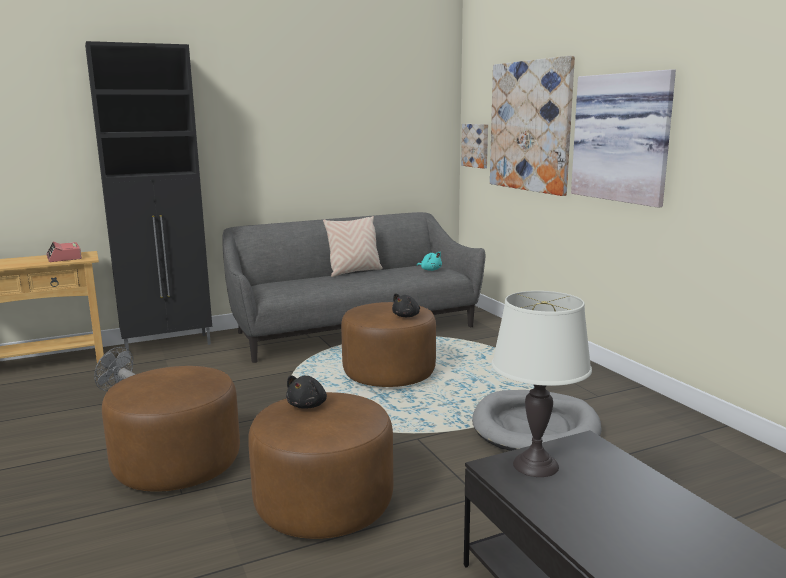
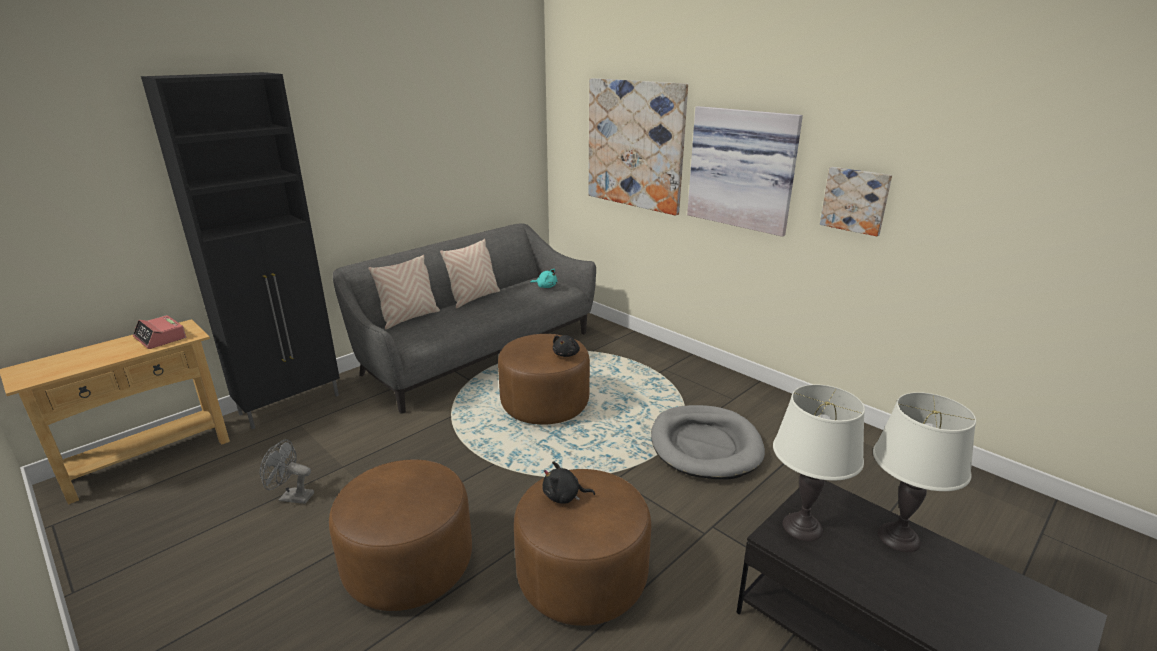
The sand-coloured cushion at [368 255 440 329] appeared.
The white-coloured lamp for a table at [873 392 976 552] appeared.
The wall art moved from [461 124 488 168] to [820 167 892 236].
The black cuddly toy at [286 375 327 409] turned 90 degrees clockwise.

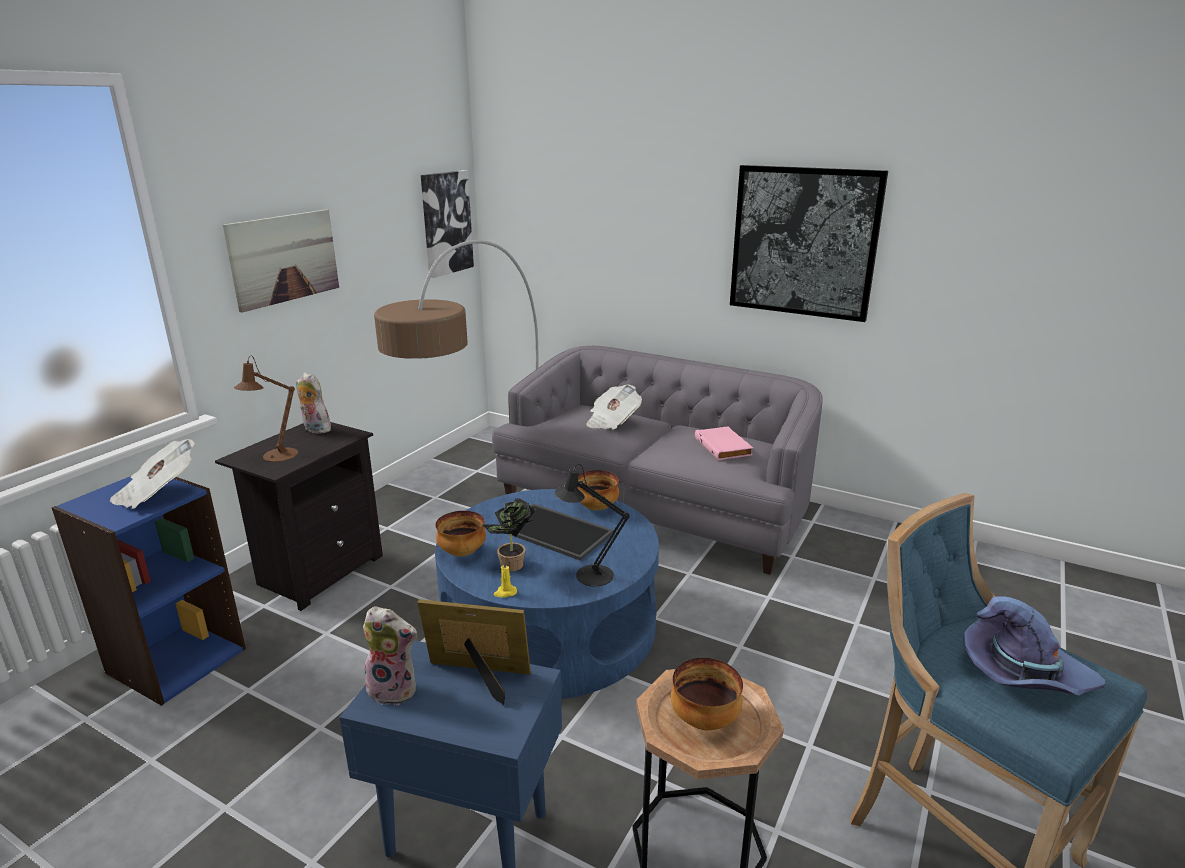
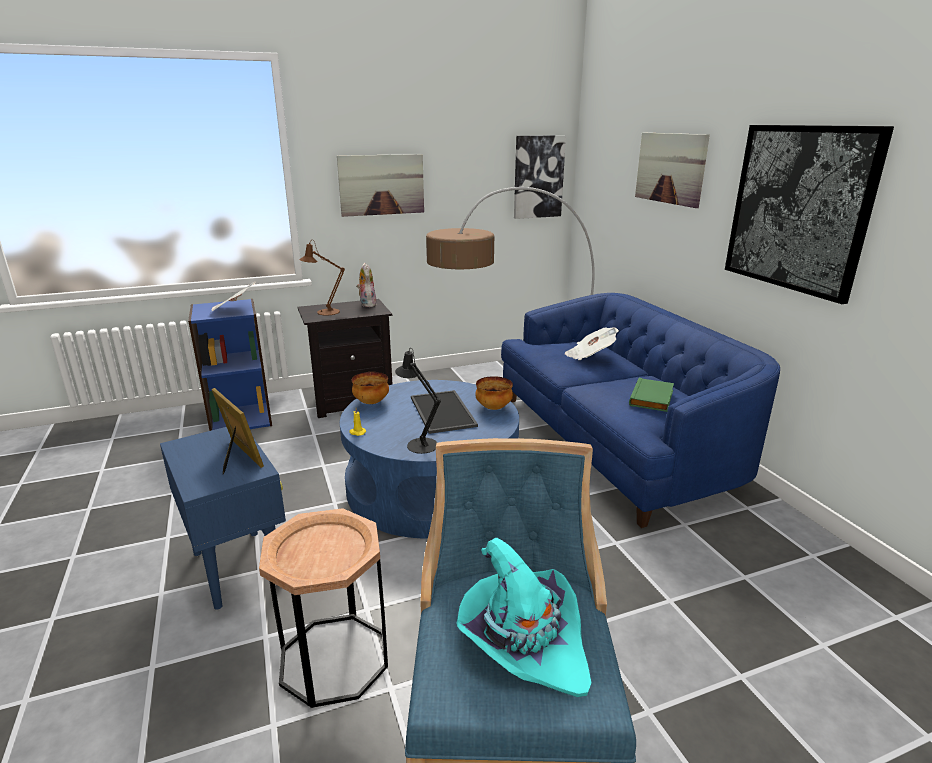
The cuddly toy at [363 606 417 705] disappeared.
The potted plant at [482 498 536 572] disappeared.
The bowl at [671 658 743 730] disappeared.
The wall art at [635 132 710 208] appeared.
The grey couch at [492 346 822 575] became the blue couch at [501 293 780 528].
The pink-coloured book at [695 426 753 460] became the green book at [629 378 674 412].
The purplish clothing hat at [963 596 1105 696] became the turquoise clothing hat at [456 538 591 697].

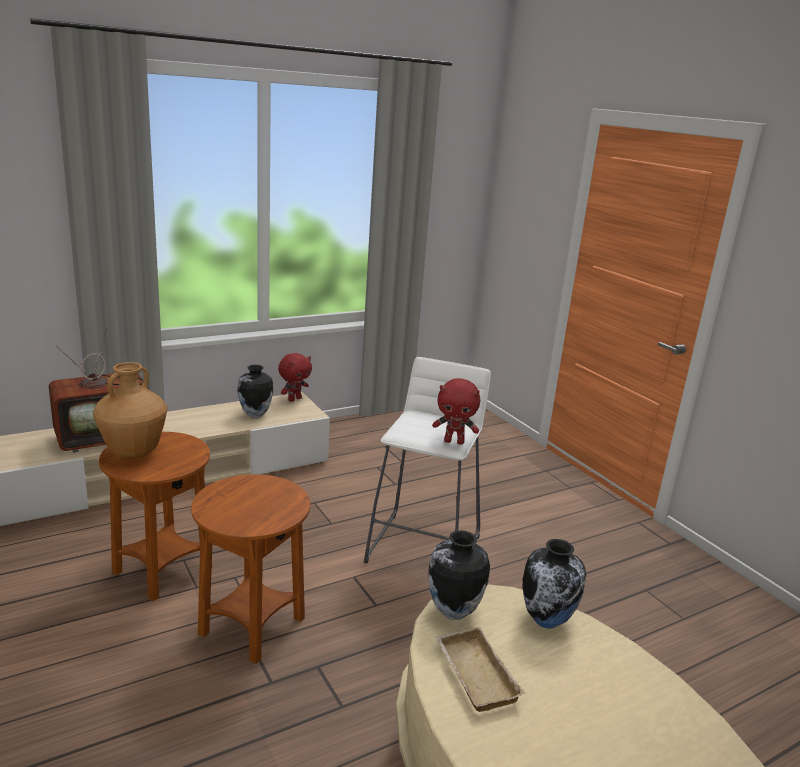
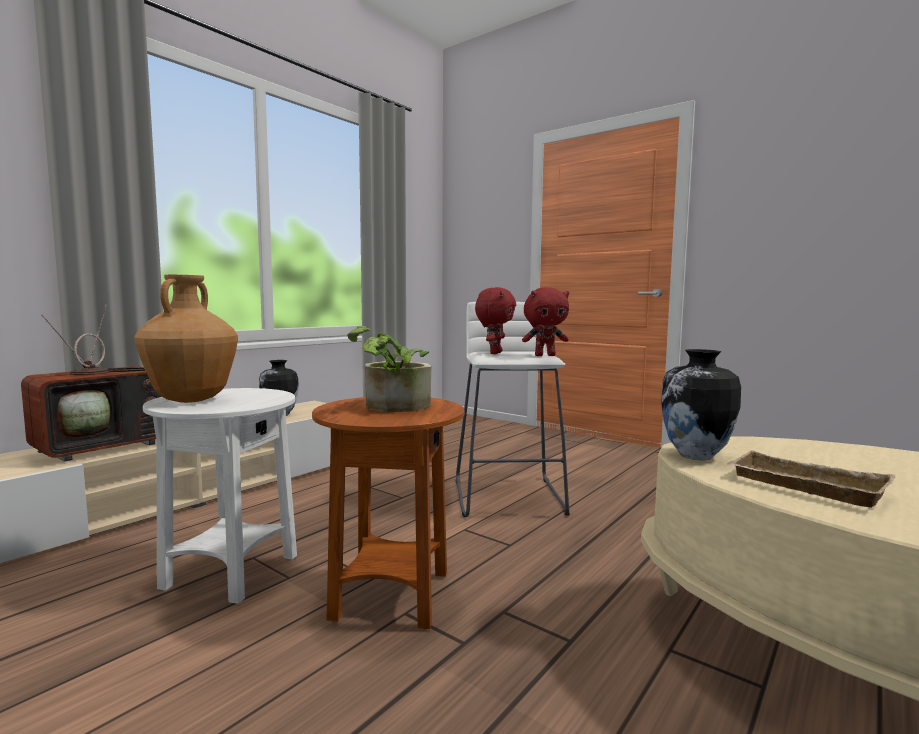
The flower vase at [523 539 586 629] disappeared.
The potted plant at [347 326 432 412] appeared.
The red cuddly toy moved from [278 353 312 402] to [475 287 516 354].
The brown end table at [99 432 210 601] became the white-coloured end table at [143 388 297 604].

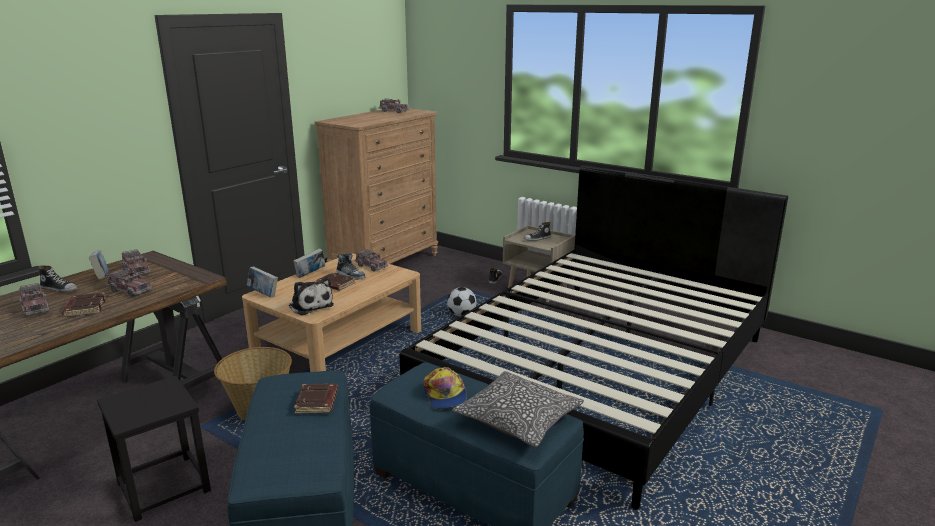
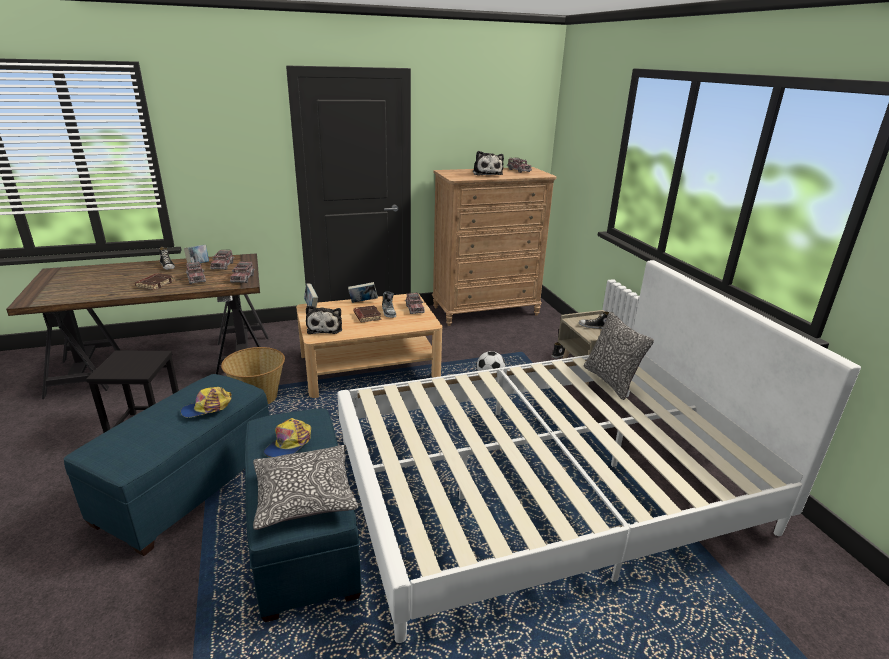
The cuddly toy at [473 151 504 176] appeared.
The cushion at [583 312 654 400] appeared.
The toy truck moved from [19 283 49 317] to [230 261 255 283].
The brown book at [294 384 338 414] was replaced by the peaked cap at [181 387 232 417].
The black bedroom bed at [399 165 788 510] became the white-coloured bedroom bed at [337 260 861 643].

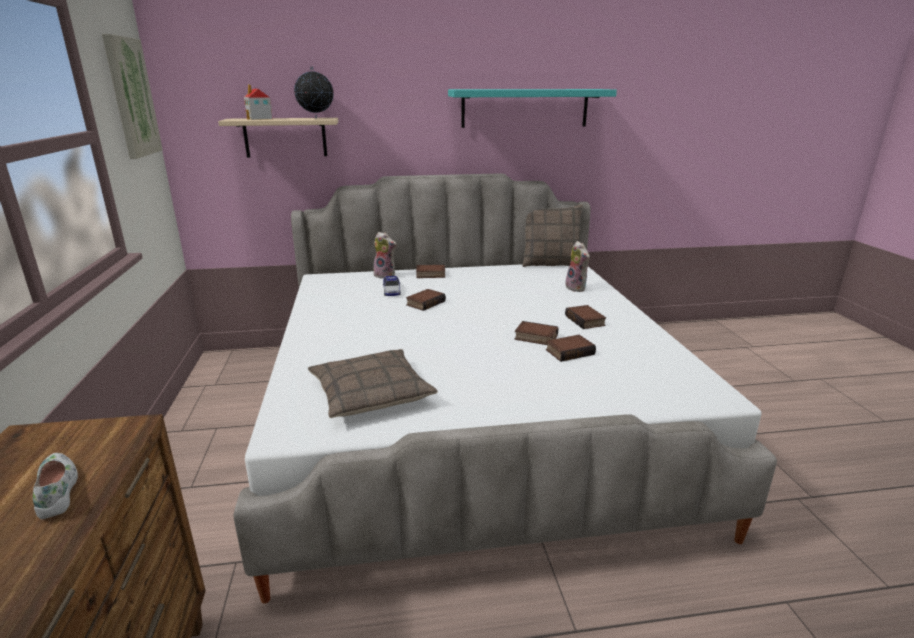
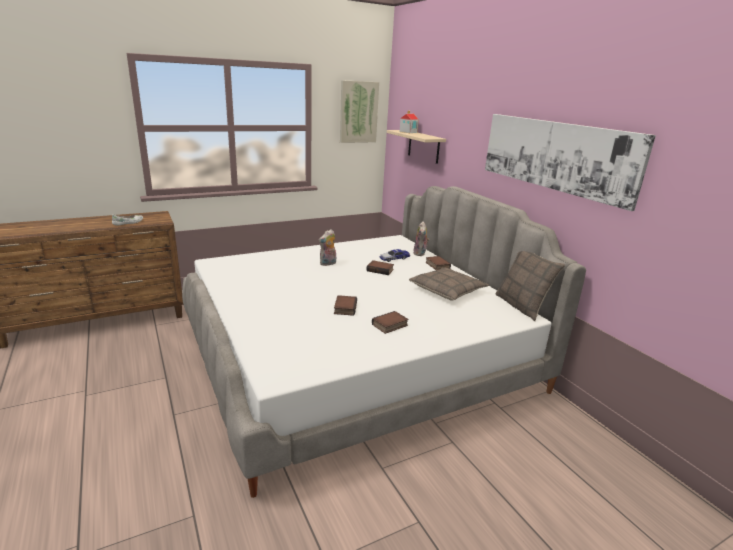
The globe at [294 66 334 119] disappeared.
The book at [546 335 596 362] disappeared.
The cushion moved from [308 349 438 418] to [409 267 489 301].
The cuddly toy moved from [565 241 590 292] to [319 229 336 266].
The turquoise wall shelf at [448 89 617 128] was replaced by the wall art at [485 114 656 211].

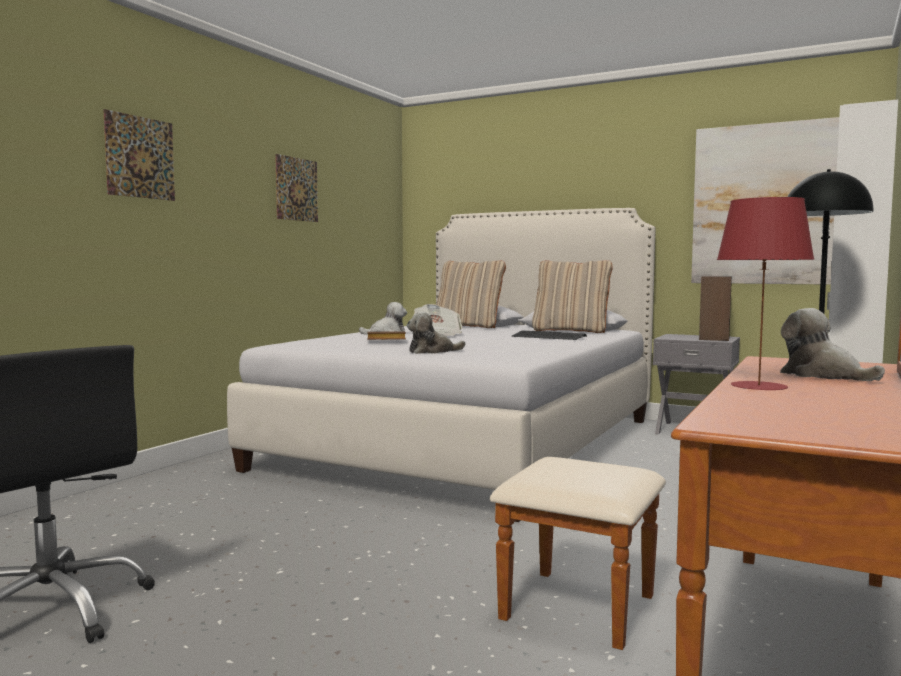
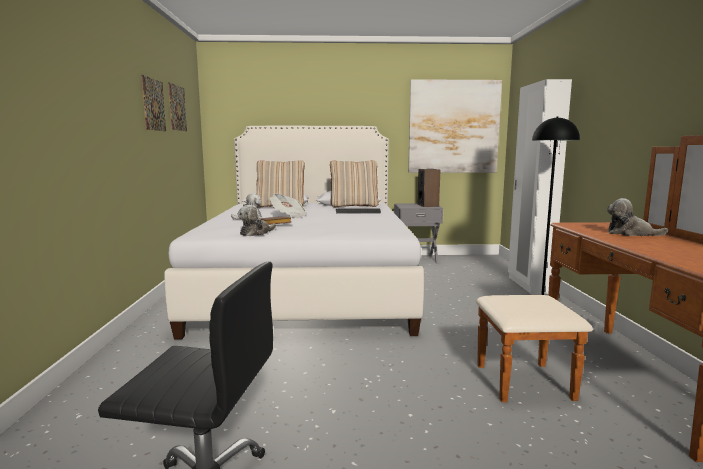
The red lamp for a table at [717 197 815 390] disappeared.
The wall art moved from [103 109 175 201] to [168 82 187 131].
The cuddly toy moved from [406 312 466 354] to [239 205 276 236].

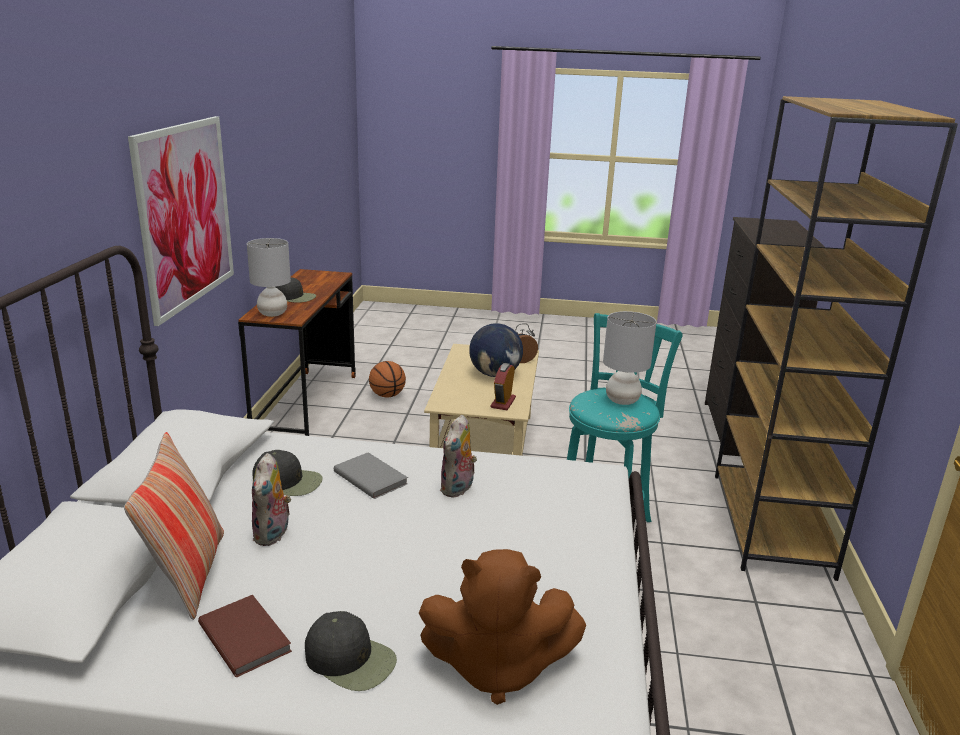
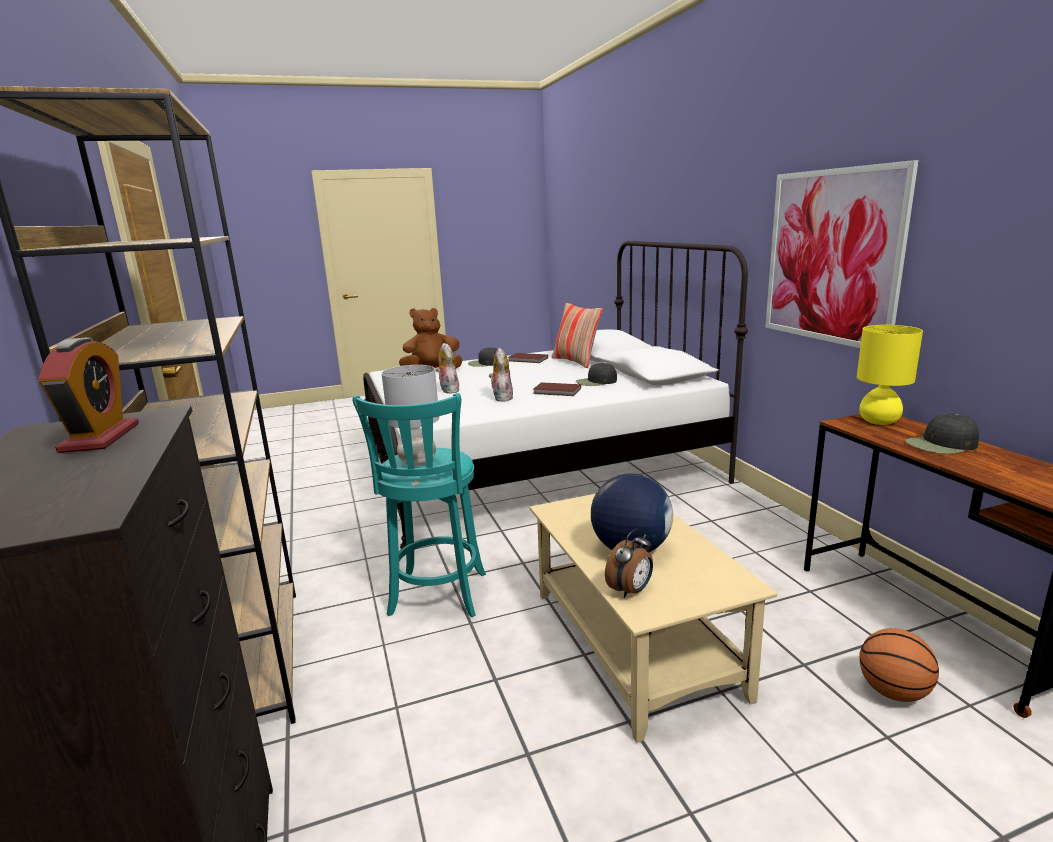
The cuddly toy moved from [252 453 291 546] to [436 343 459 393].
The table clock moved from [491 363 516 410] to [38 337 139 453].
The grey lamp for a table at [247 238 291 317] became the yellowish lamp for a table at [857 325 923 425].
The grey book at [334 452 408 499] became the brown book at [533 382 581 396].

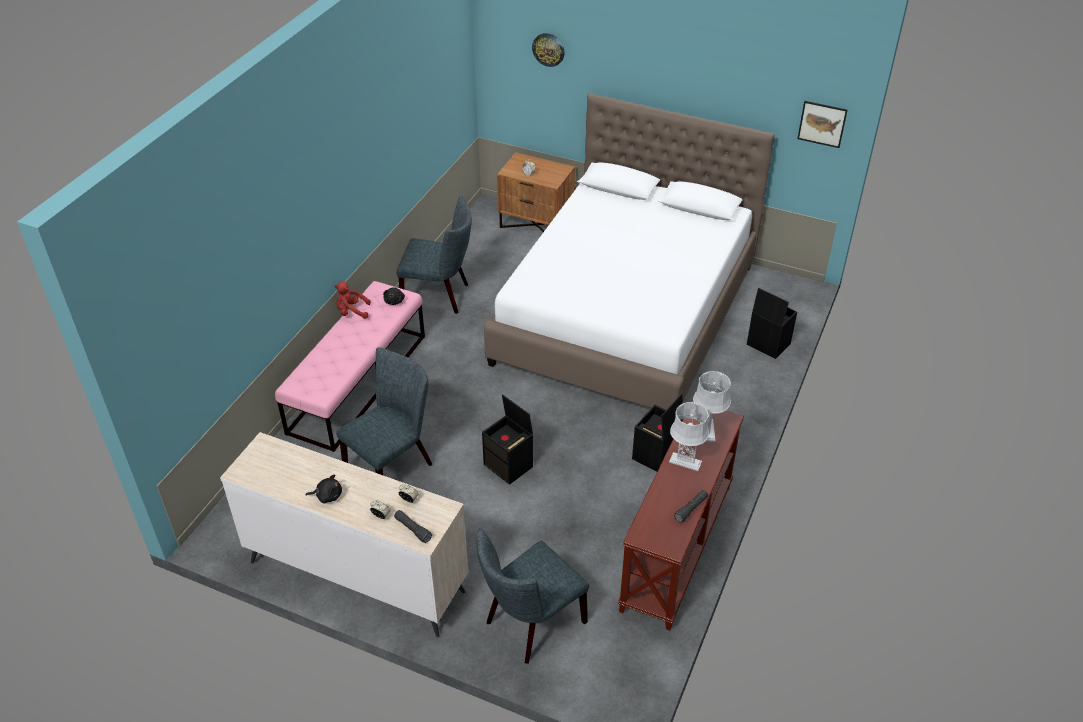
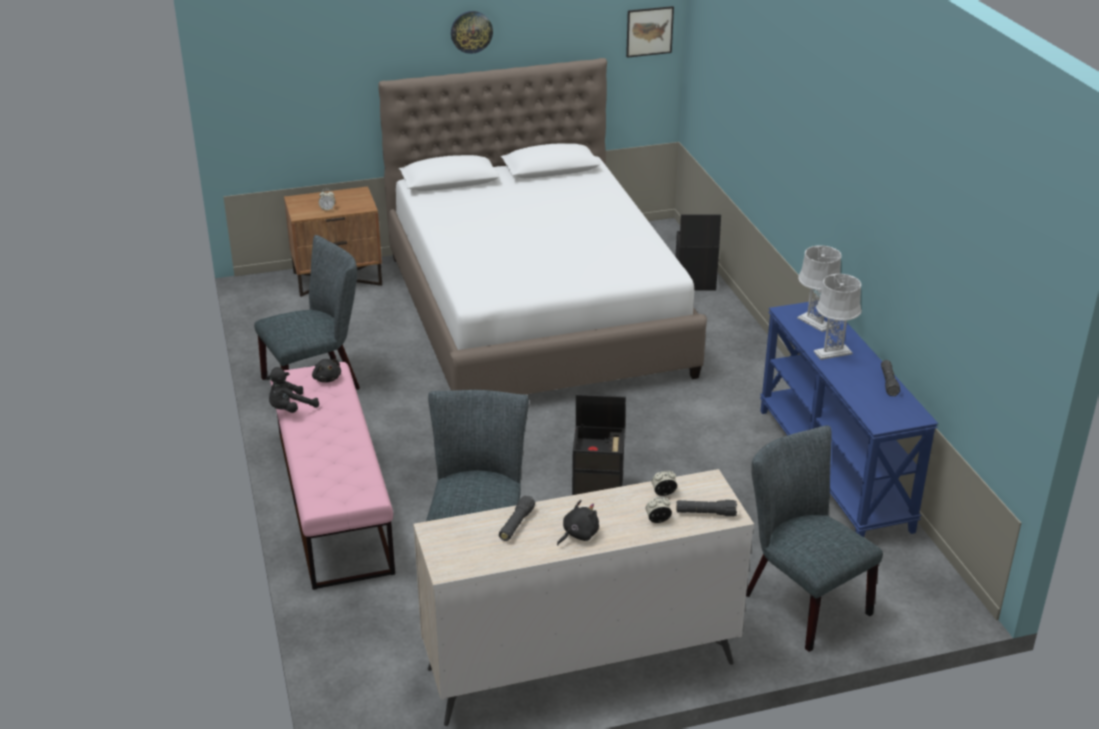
The black storage box at [632 393 683 472] disappeared.
The black hand torch at [499 496 535 541] appeared.
The hanging clock moved from [532 33 565 67] to [451 11 493 54].
The red cuddly toy at [334 281 371 319] became the black cuddly toy at [266 367 319 413].
The brown console table at [618 400 744 631] became the blue console table at [760 300 938 537].
The grey plain chair at [477 528 589 664] turned 135 degrees clockwise.

